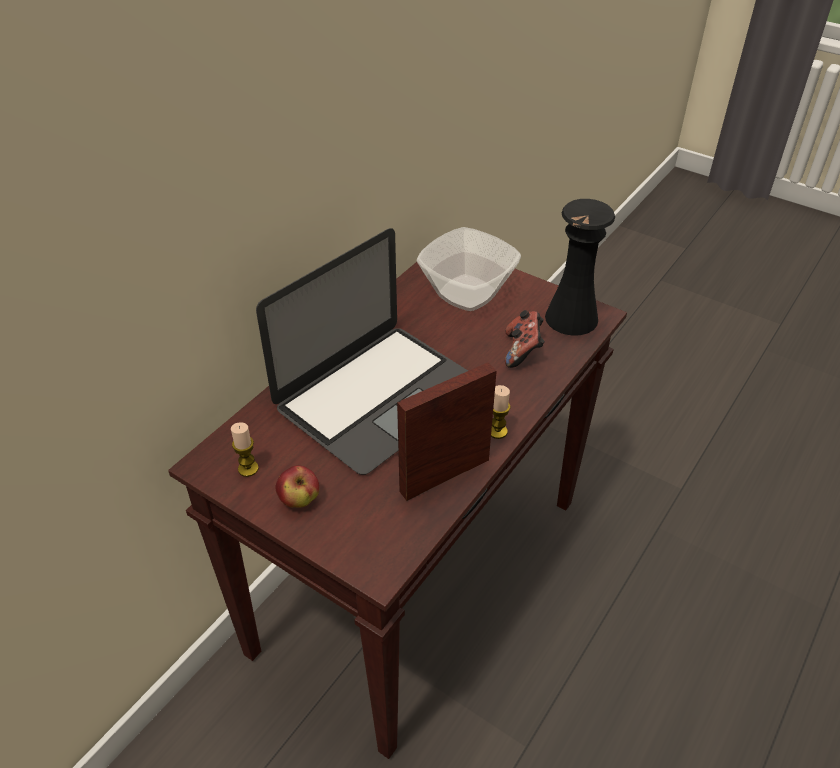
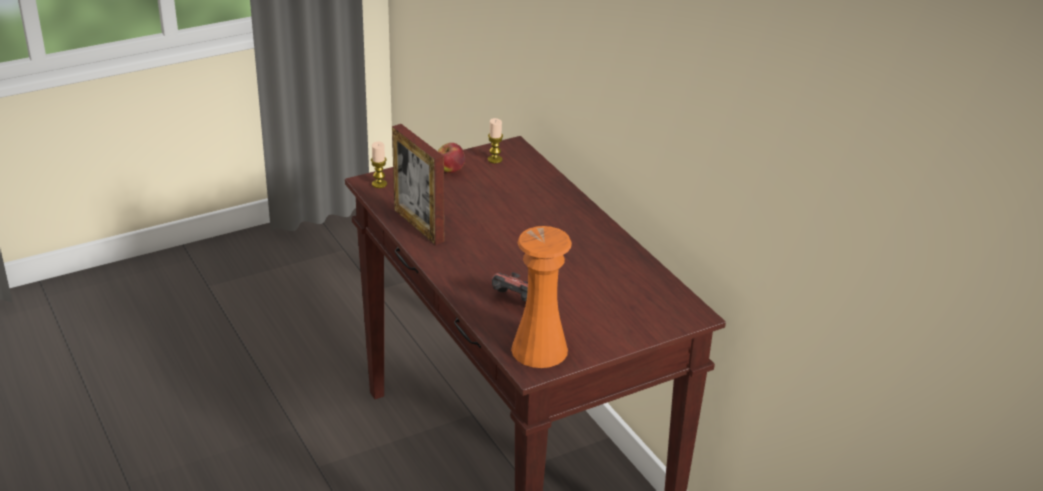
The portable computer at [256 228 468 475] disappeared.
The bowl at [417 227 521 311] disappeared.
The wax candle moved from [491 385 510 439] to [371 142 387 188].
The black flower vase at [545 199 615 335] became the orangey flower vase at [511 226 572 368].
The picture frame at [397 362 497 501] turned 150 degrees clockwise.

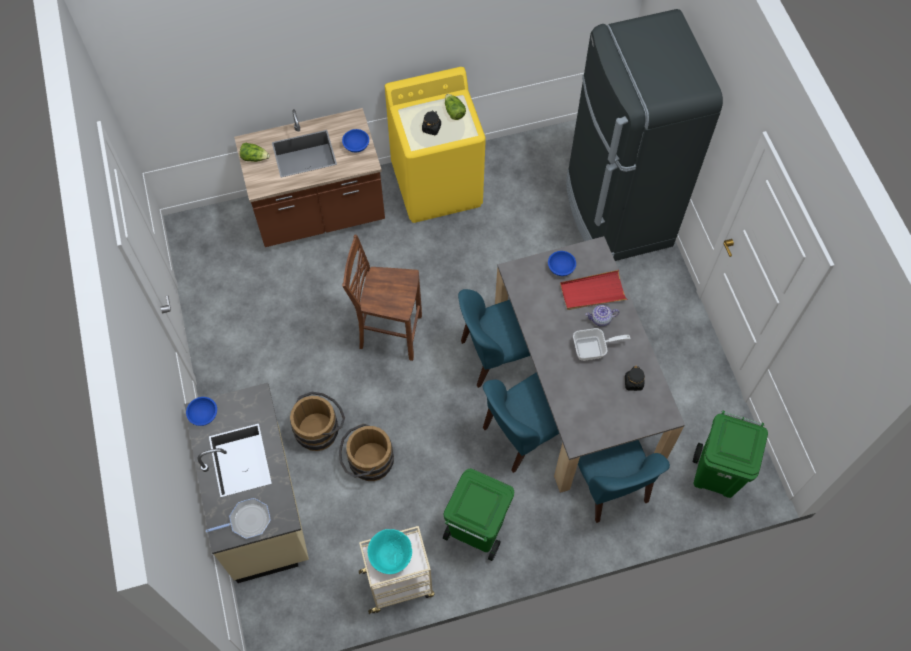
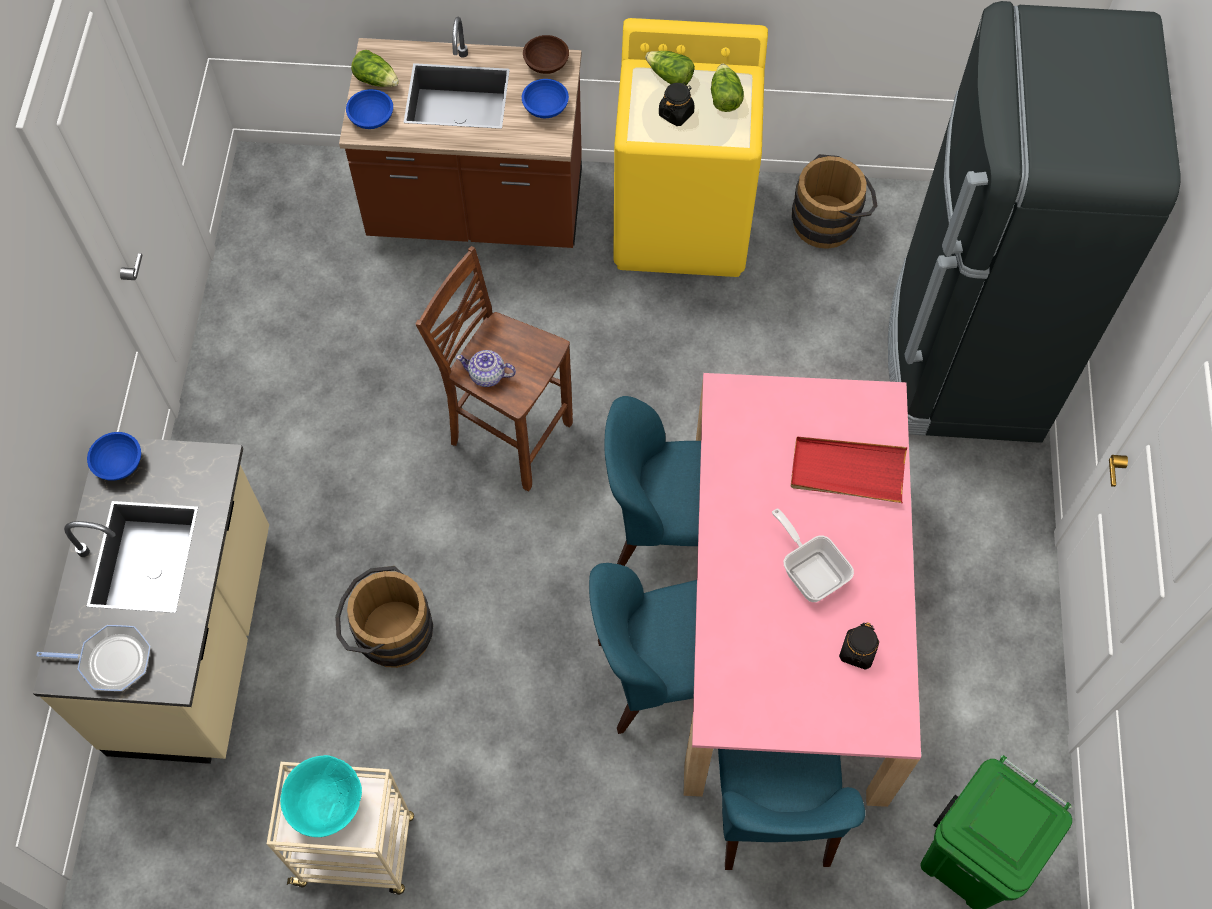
The green rubbish bin at [443 468 514 561] disappeared.
The brown bowl at [523 35 569 74] appeared.
The lettuce at [645 51 695 85] appeared.
The brown pail moved from [290 392 345 451] to [792 154 878 249].
The blue bowl moved from [548 251 576 276] to [346 89 393 129].
The tea pot moved from [585 305 619 326] to [456 350 516 387].
The grey dining table at [495 236 685 493] became the pink-coloured dining table at [683 373 921 807].
The pan at [573 328 630 361] turned 135 degrees counterclockwise.

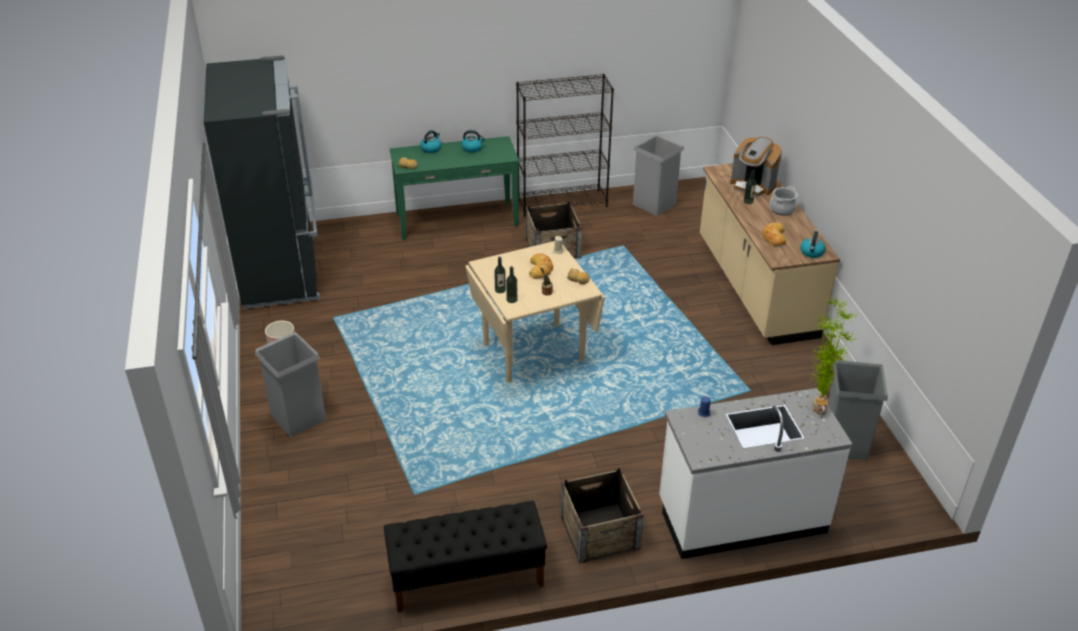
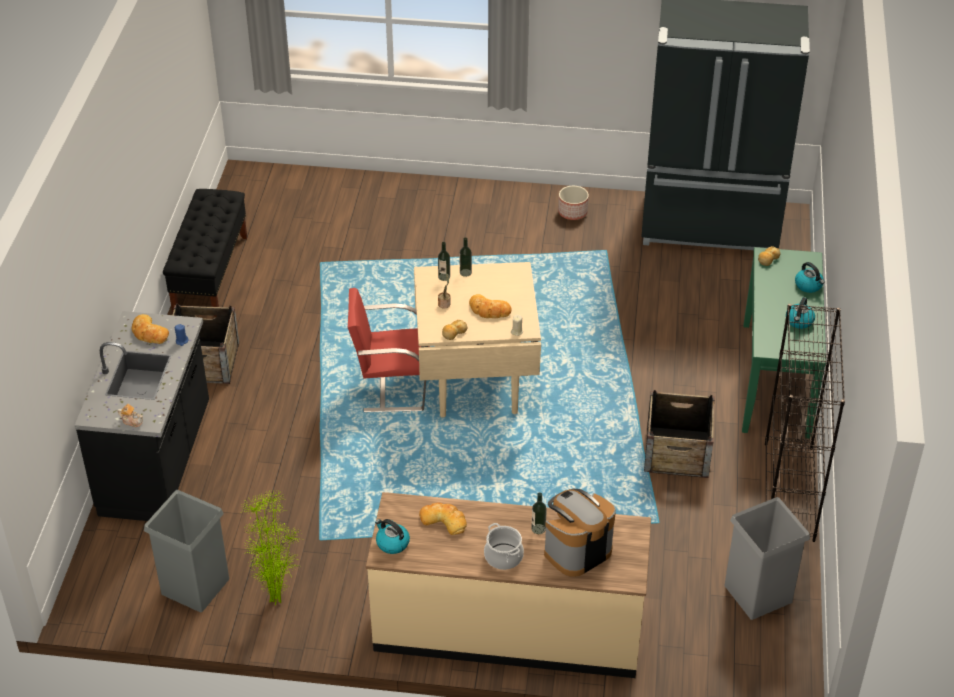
The grey rubbish bin at [255 332 326 437] disappeared.
The bakery bread at [132 314 169 344] appeared.
The red plain chair at [348 288 430 412] appeared.
The white-coloured kitchen counter at [659 388 853 559] became the black kitchen counter at [75 311 209 521].

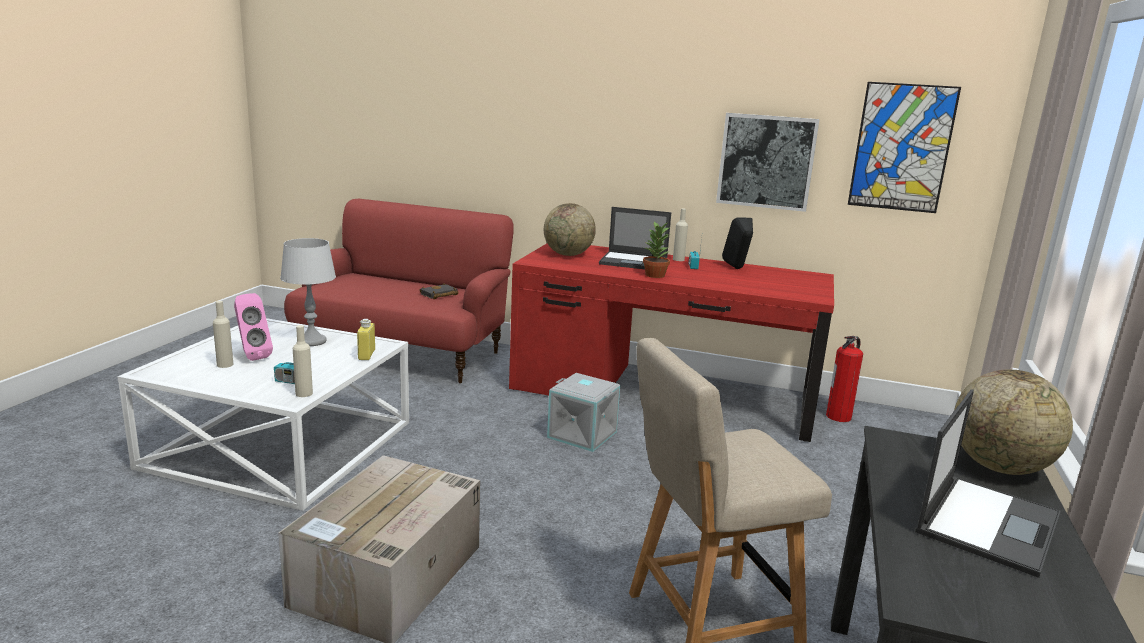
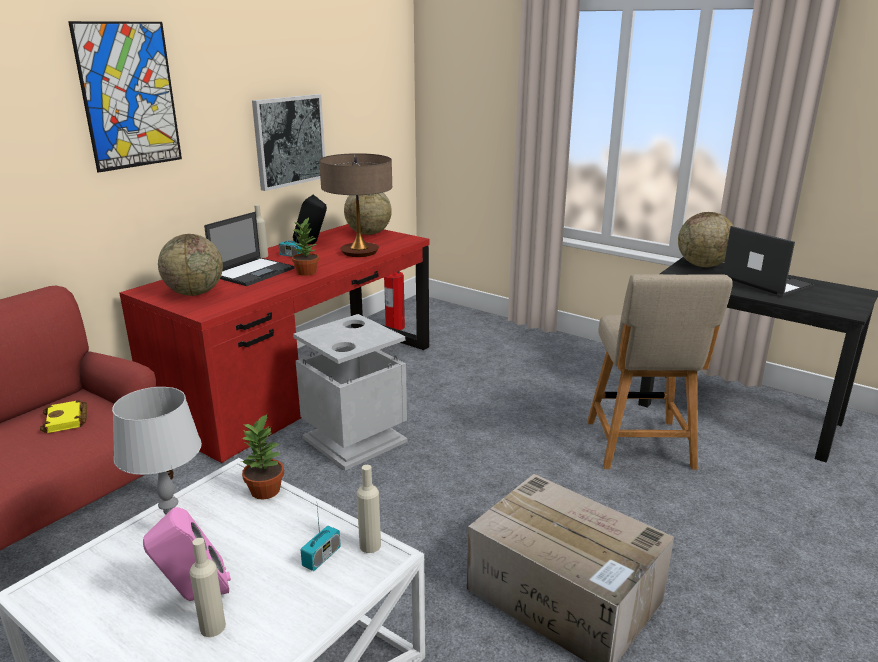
The lamp for a table at [319 153 392 257] appeared.
The globe at [344 193 392 235] appeared.
The wall art moved from [848 82 961 213] to [68 21 182 173].
The yellowish drink bottle at [357 319 375 360] was replaced by the potted plant at [241 414 284 500].
The grey storage box at [547 373 620 452] was replaced by the grey rubbish bin at [293 314 408 471].
The black book at [420 283 459 299] became the yellowish book at [40 400 87 433].

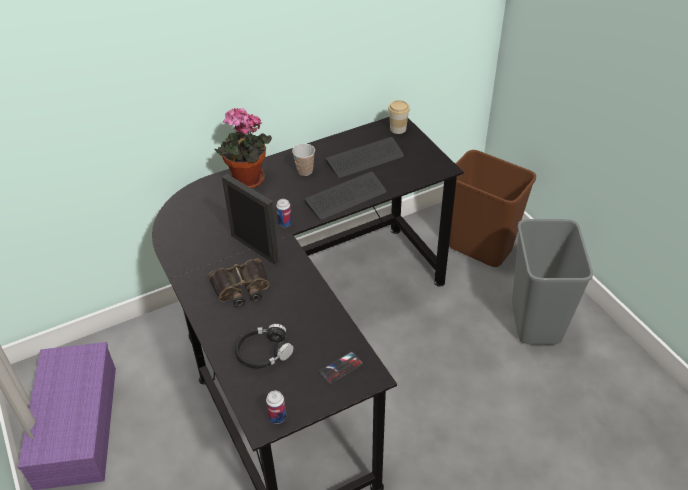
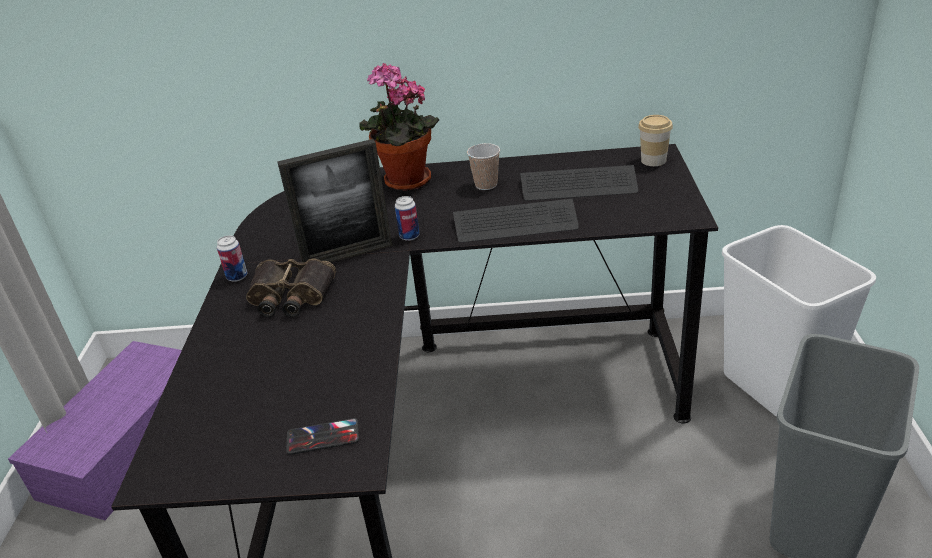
The black headset at [235 324 294 368] disappeared.
The metal can moved from [266 391 286 424] to [217 235 247 282].
The brown rubbish bin at [449 150 536 267] became the white-coloured rubbish bin at [722 225 876 417].
The picture frame at [222 174 279 264] turned 90 degrees clockwise.

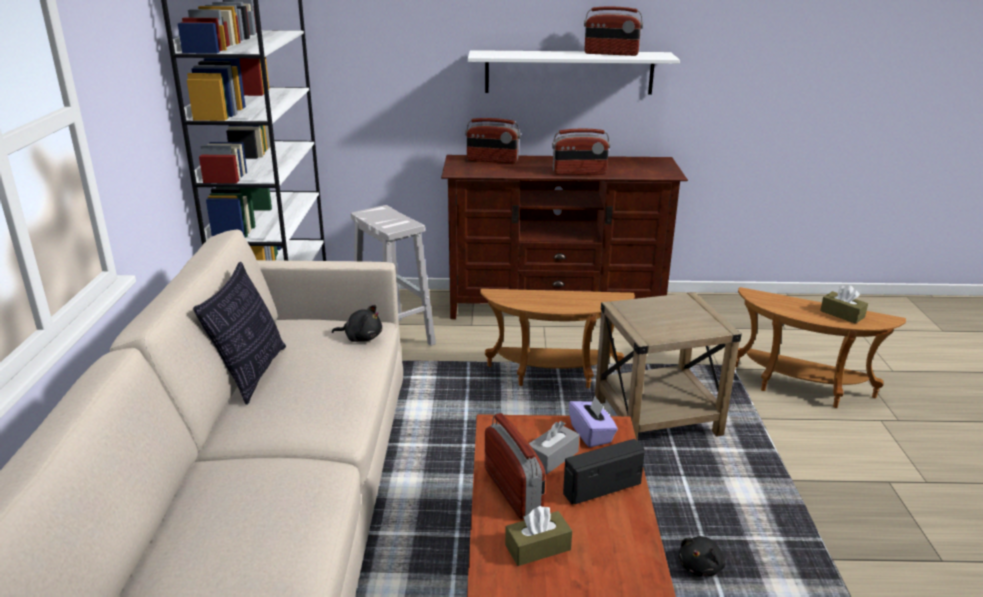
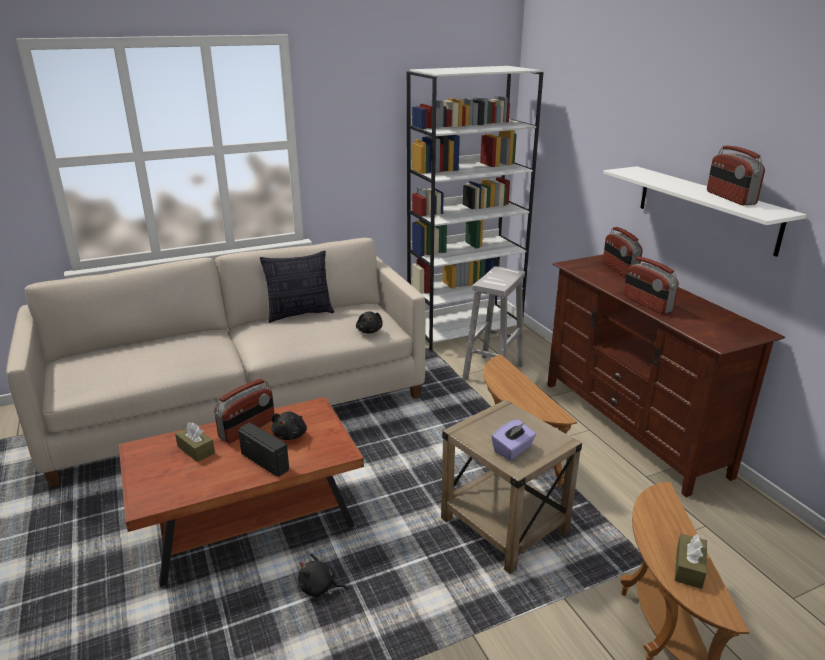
The purplish box of tissues moved from [569 396 618 447] to [492 419 536 461].
The grey box of tissues at [529 421 580 474] was replaced by the black cuddly toy at [272 412 307 440].

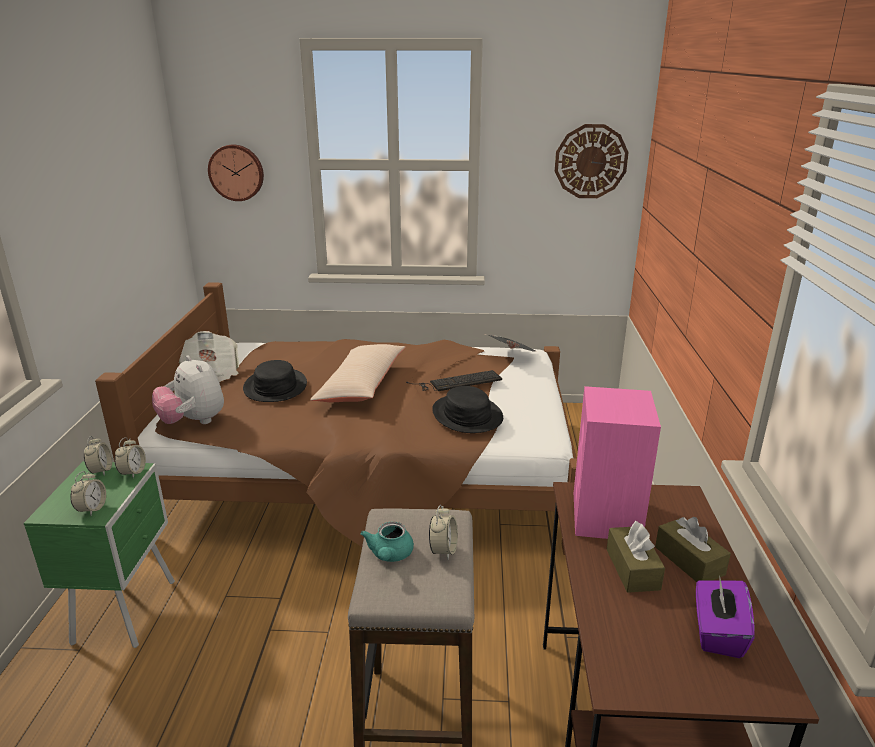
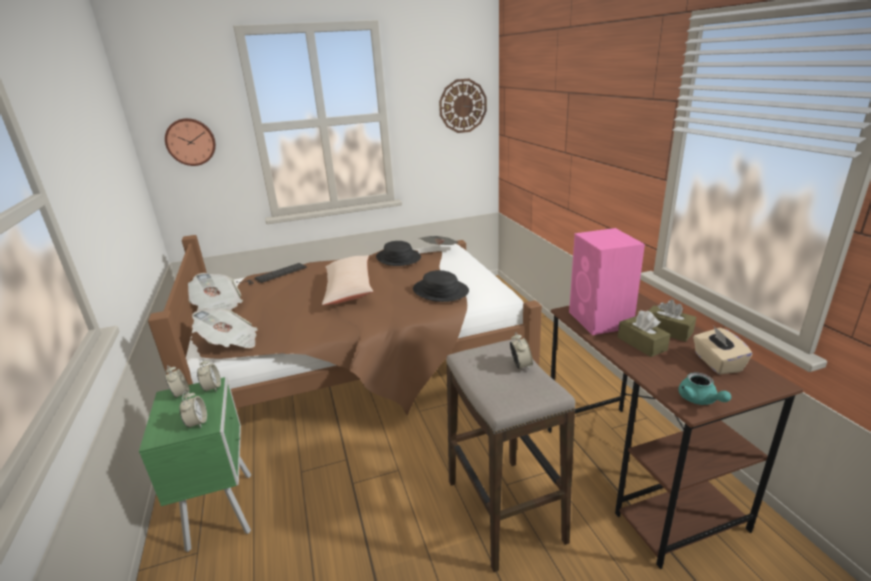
The black clothing hat moved from [243 360 307 402] to [376 241 421 266].
The turquoise tea pot moved from [360 522 414 562] to [678 372 731 405].
The keyboard moved from [406 370 502 391] to [237 263 307 285].
The cuddly toy at [152 355 224 424] was replaced by the newspaper at [192 309 258 348].
The purplish box of tissues at [696 578 755 658] became the sand-coloured box of tissues at [693 326 752 374].

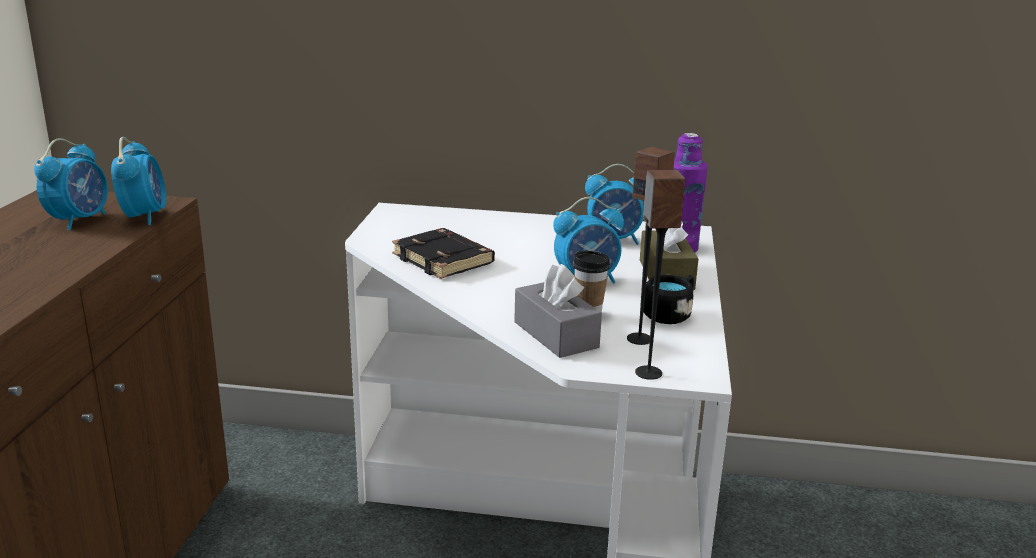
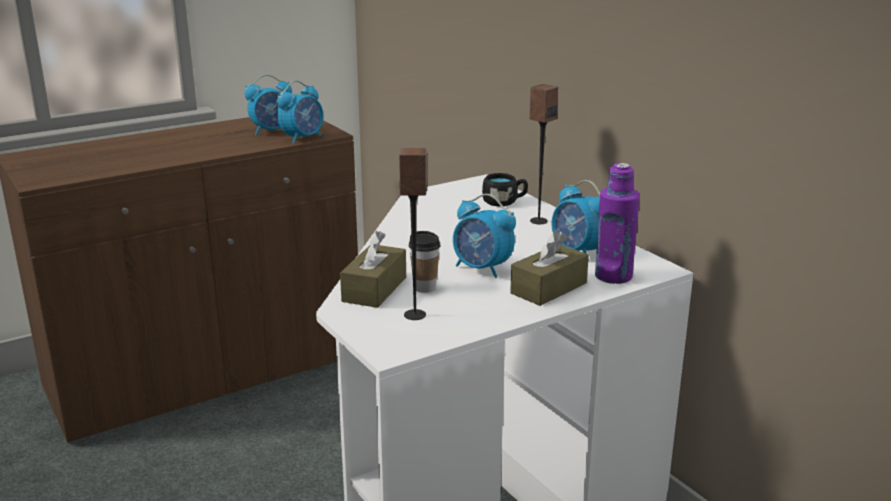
The black book at [392 228 495 279] disappeared.
The audio speaker moved from [635 170 685 380] to [529 84 558 224].
The black mug moved from [643 275 694 324] to [482 173 528 206].
The grey box of tissues at [514 264 602 358] became the brown box of tissues at [340 231 406 308].

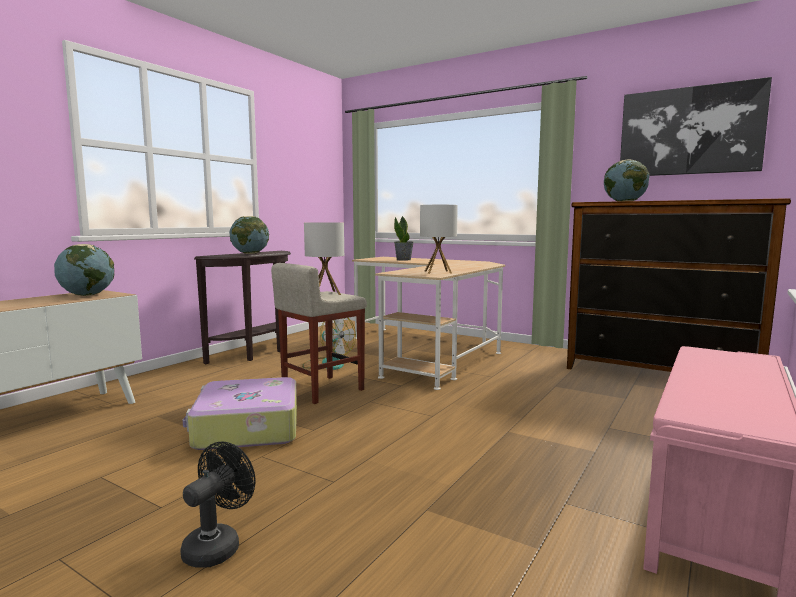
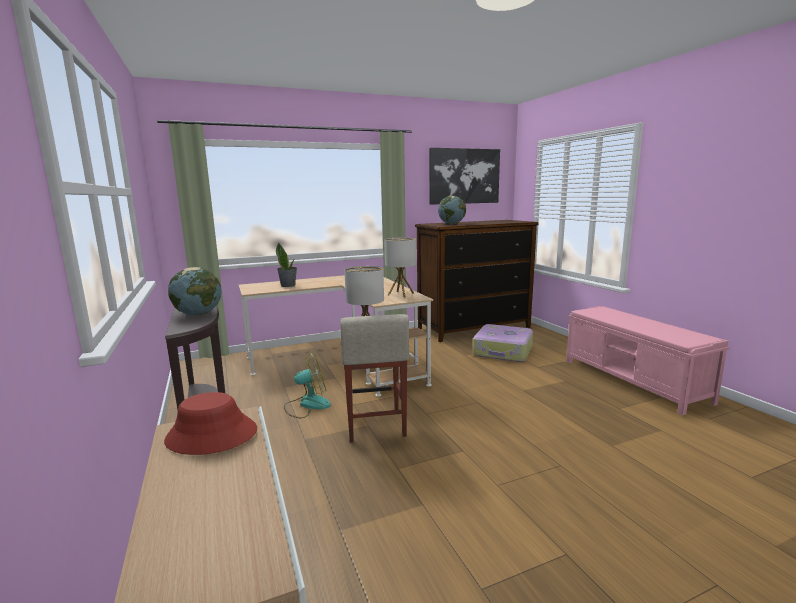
The black fan at [180 441 256 568] disappeared.
The piece of luggage moved from [183 377 297 450] to [473 324 533 362].
The globe at [54 244 114 296] was replaced by the red clothing hat at [164 392 257 455].

